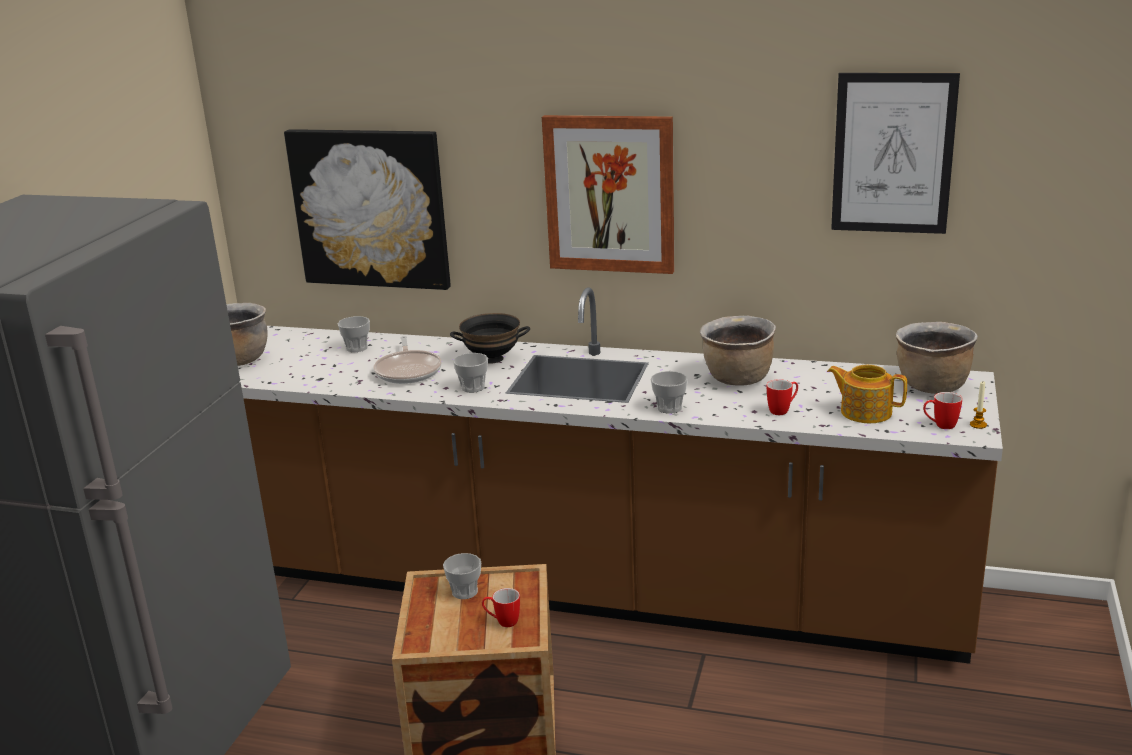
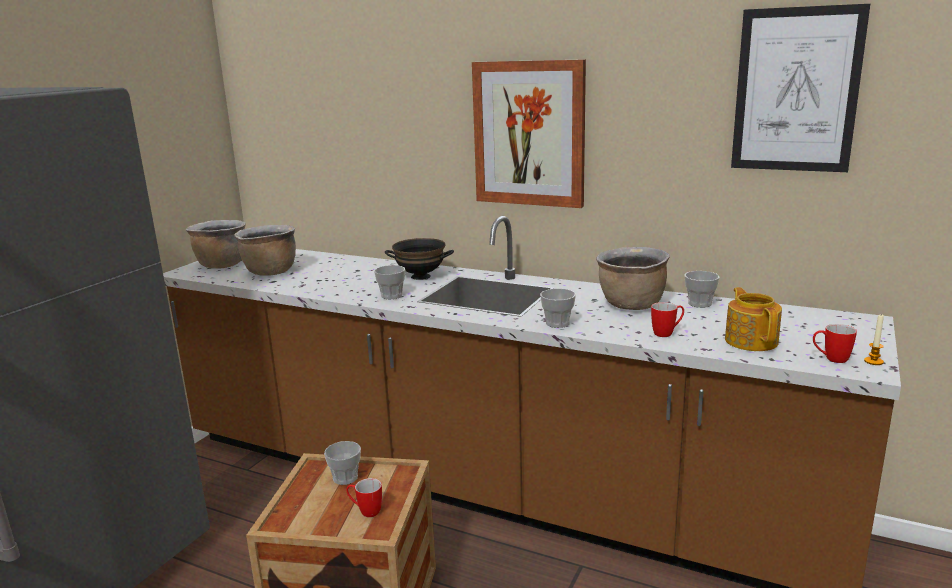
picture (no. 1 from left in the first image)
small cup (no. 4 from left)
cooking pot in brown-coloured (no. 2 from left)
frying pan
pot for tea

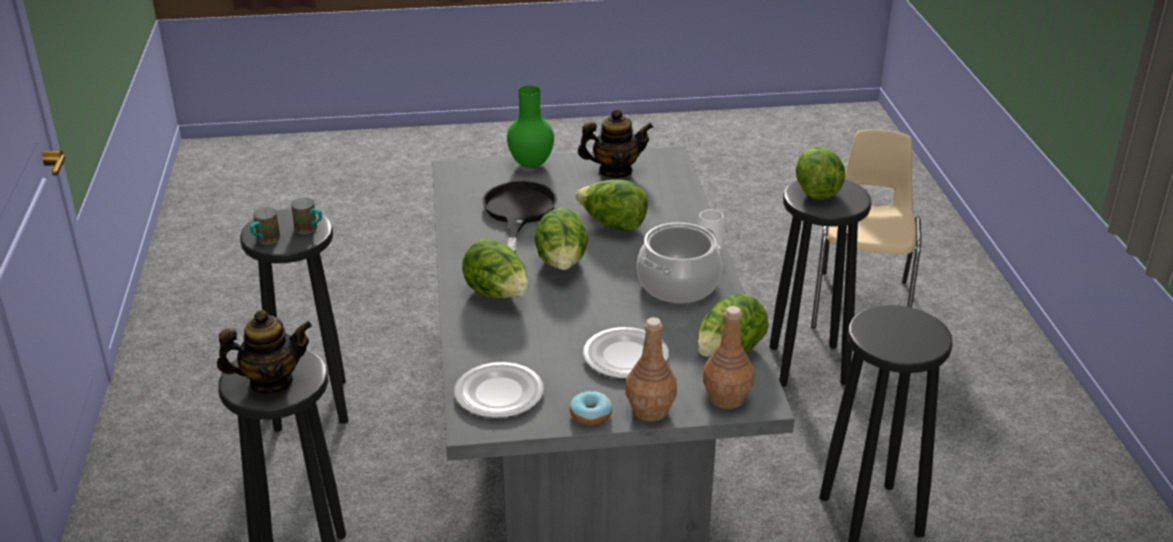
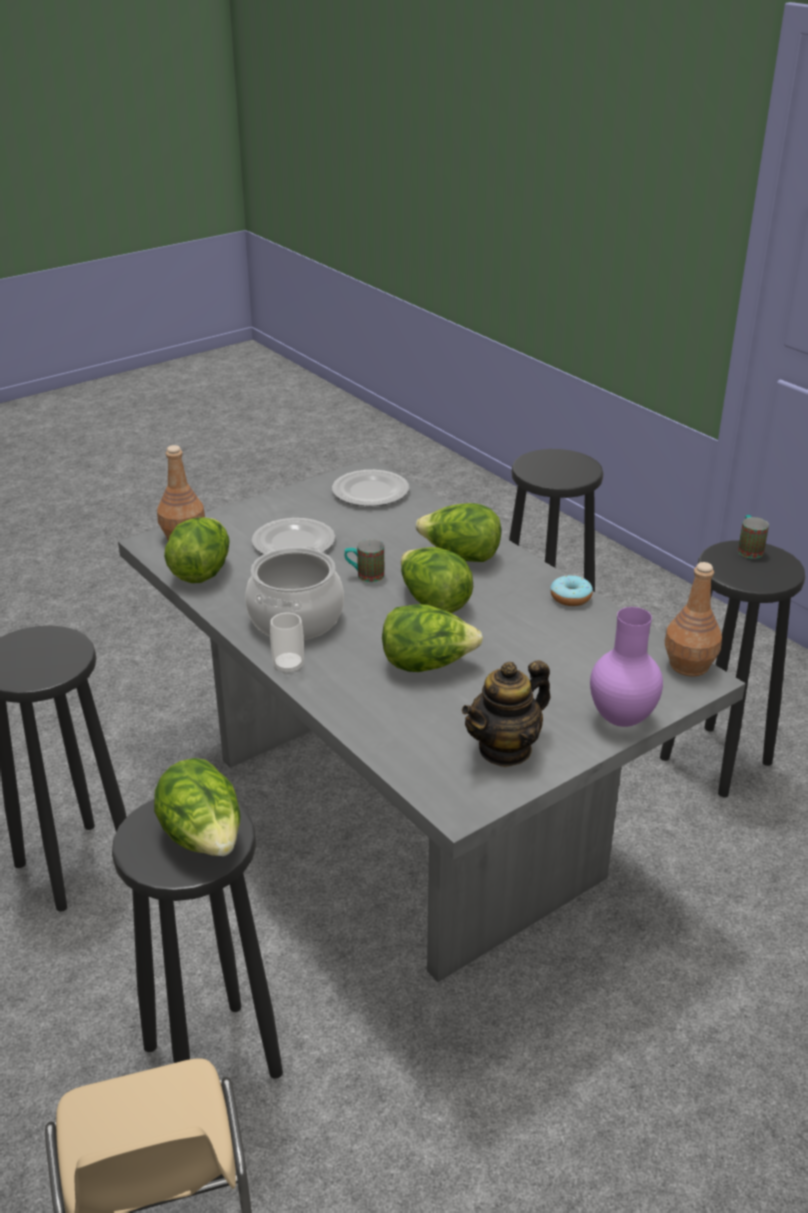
decorative vase in purplish
frying pan in blackish
tea mug (no. 1 from left)
pot for tea (no. 1 from left in the first image)
beverage bottle in brown-coloured (no. 2 from left)
donut

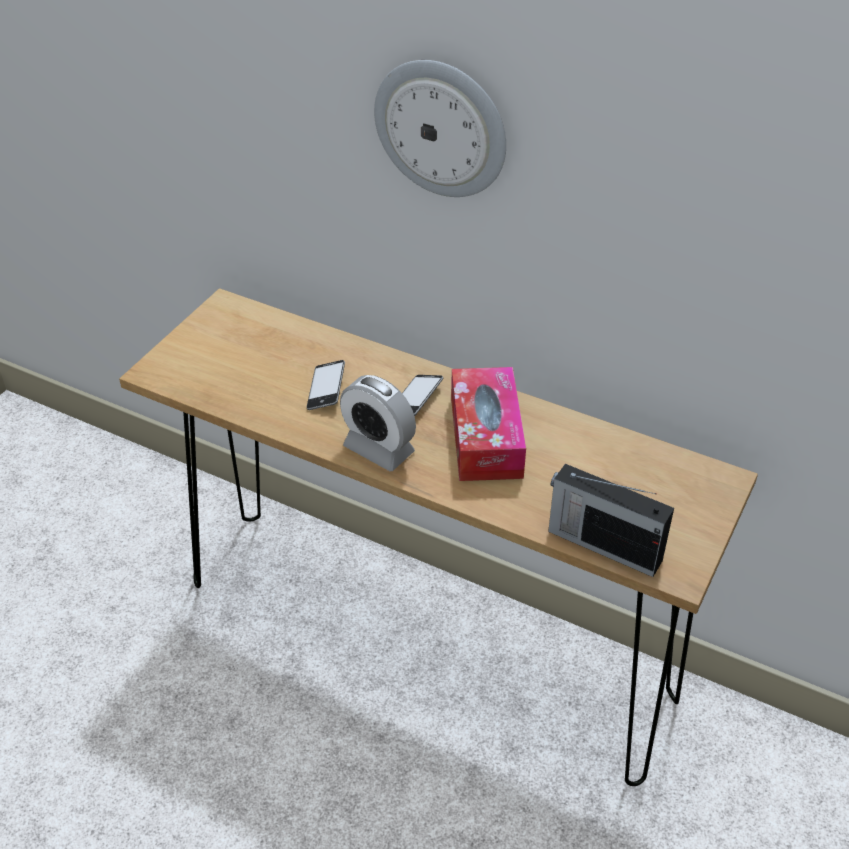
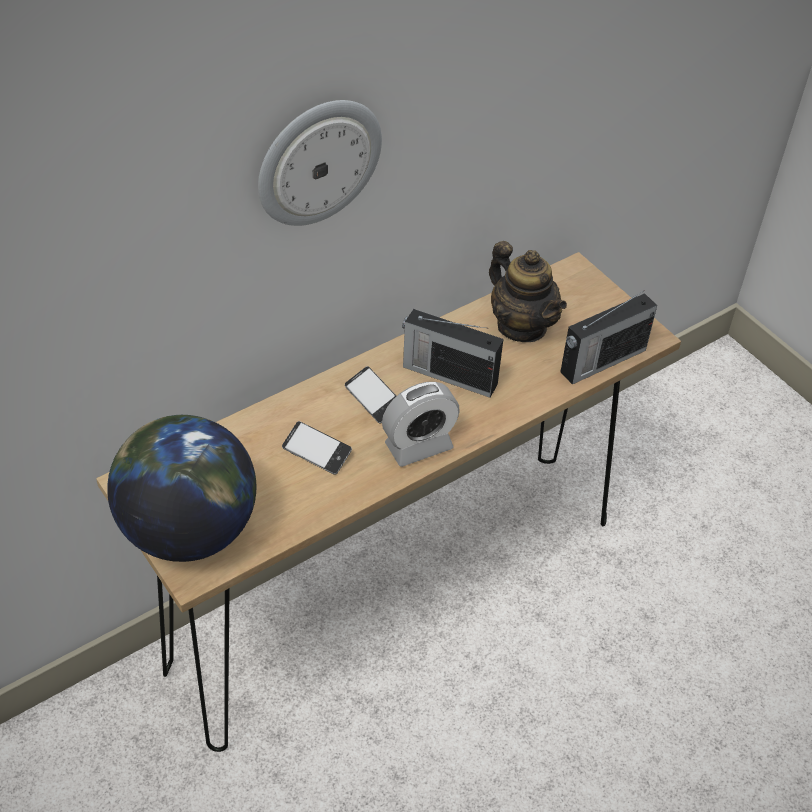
radio receiver (no. 1 from left)
pot for tea
globe

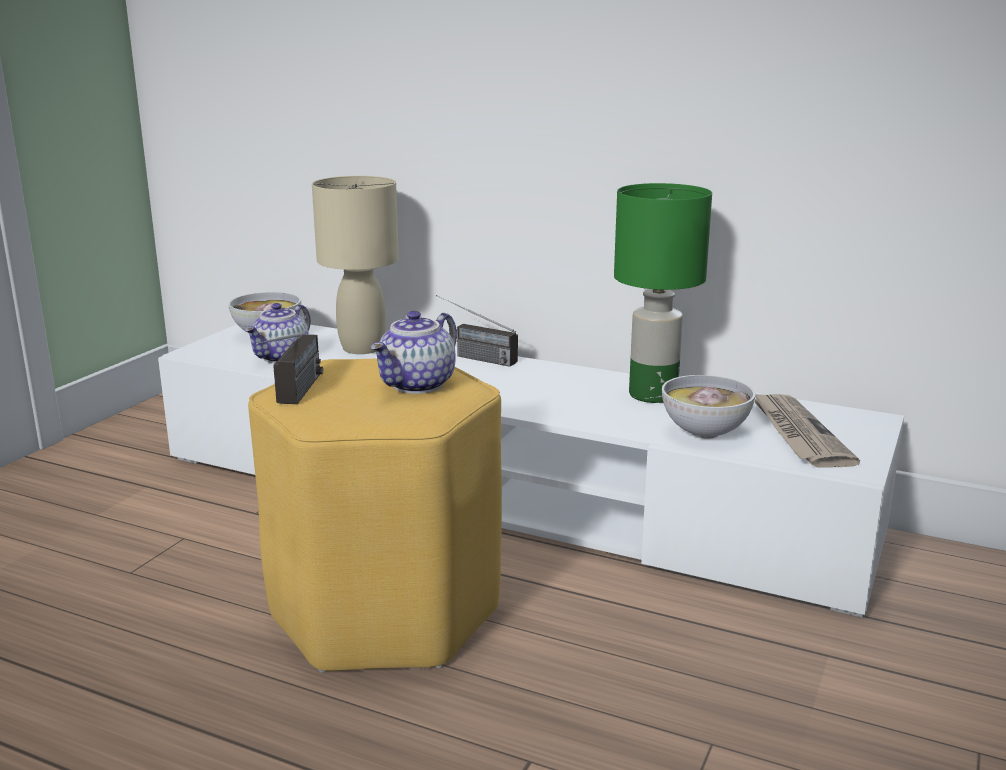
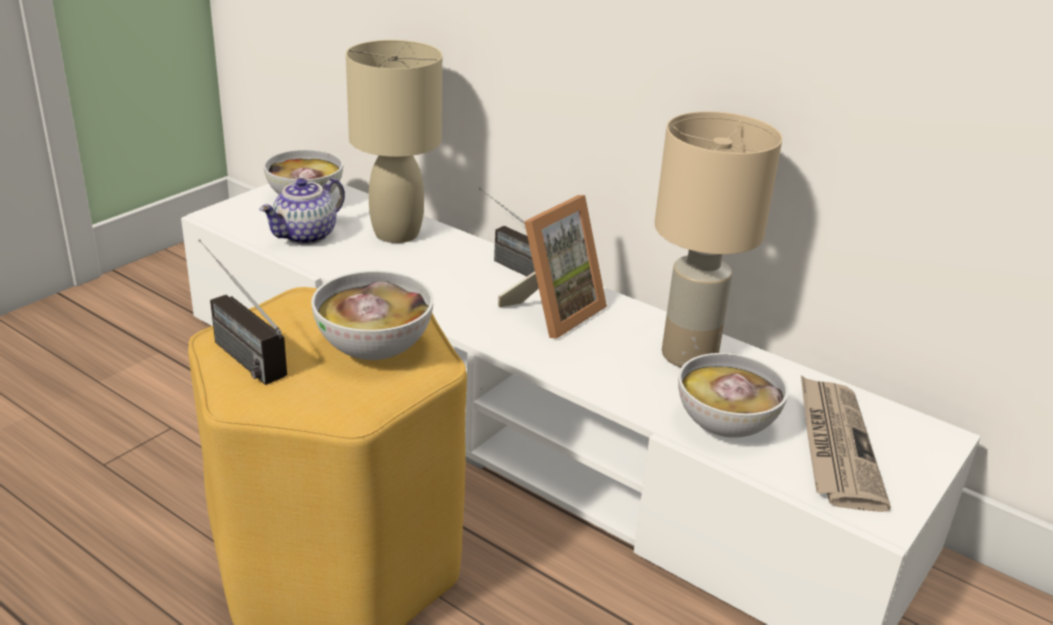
table lamp in sand-coloured (no. 2 from left)
deep dish (no. 2 from left)
radio receiver (no. 1 from left)
picture frame

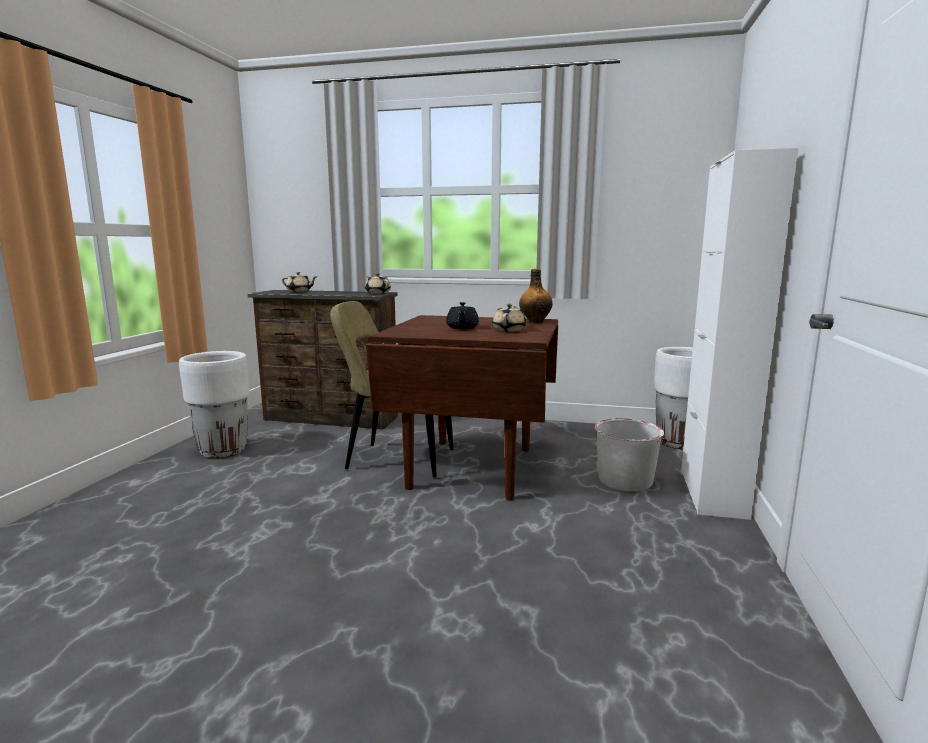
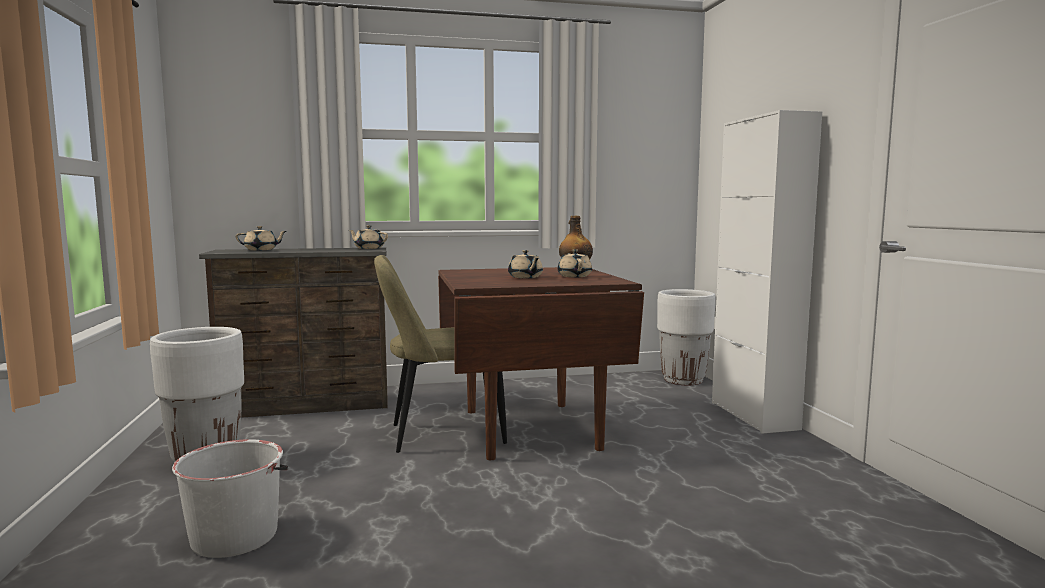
pot for tea in sand-coloured (no. 3 from left)
water bucket in white

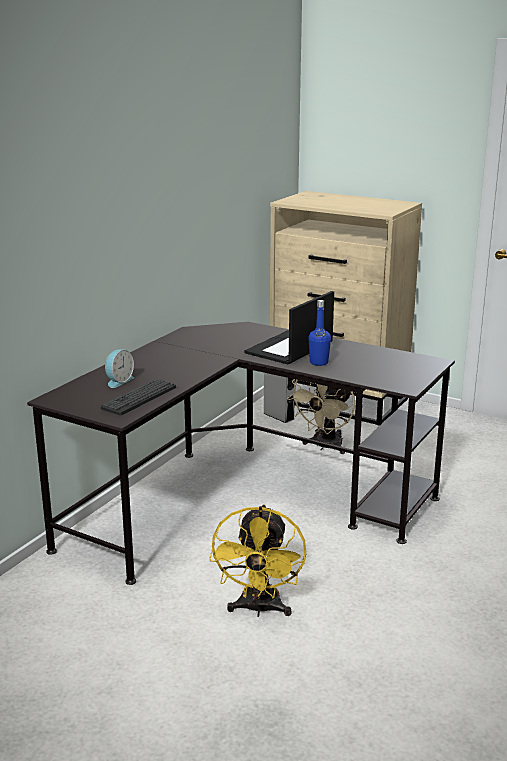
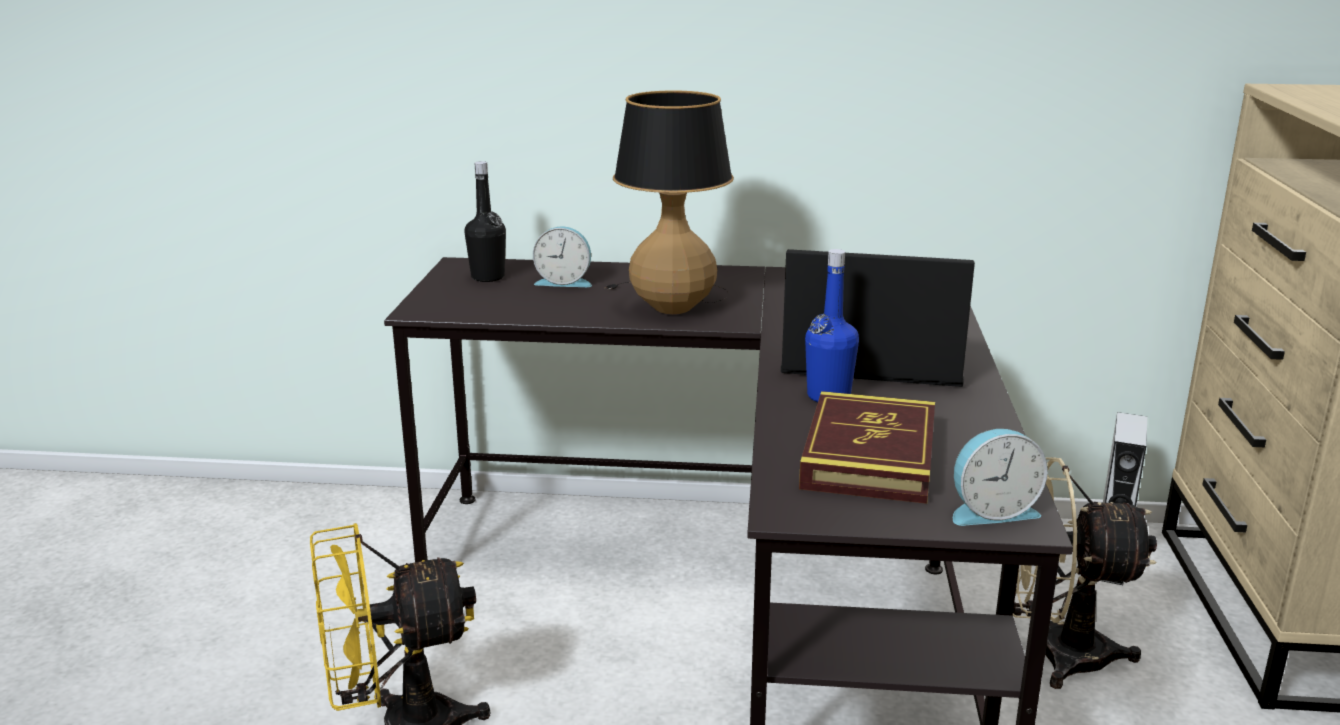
keyboard
table lamp
beverage bottle in blackish
bound book
table clock (no. 2 from left)

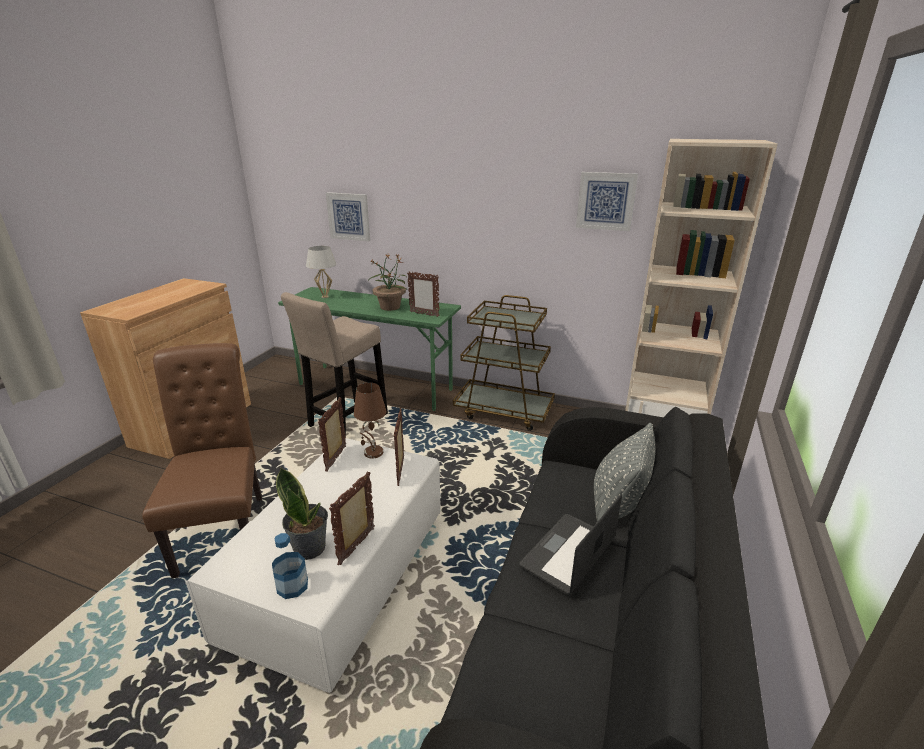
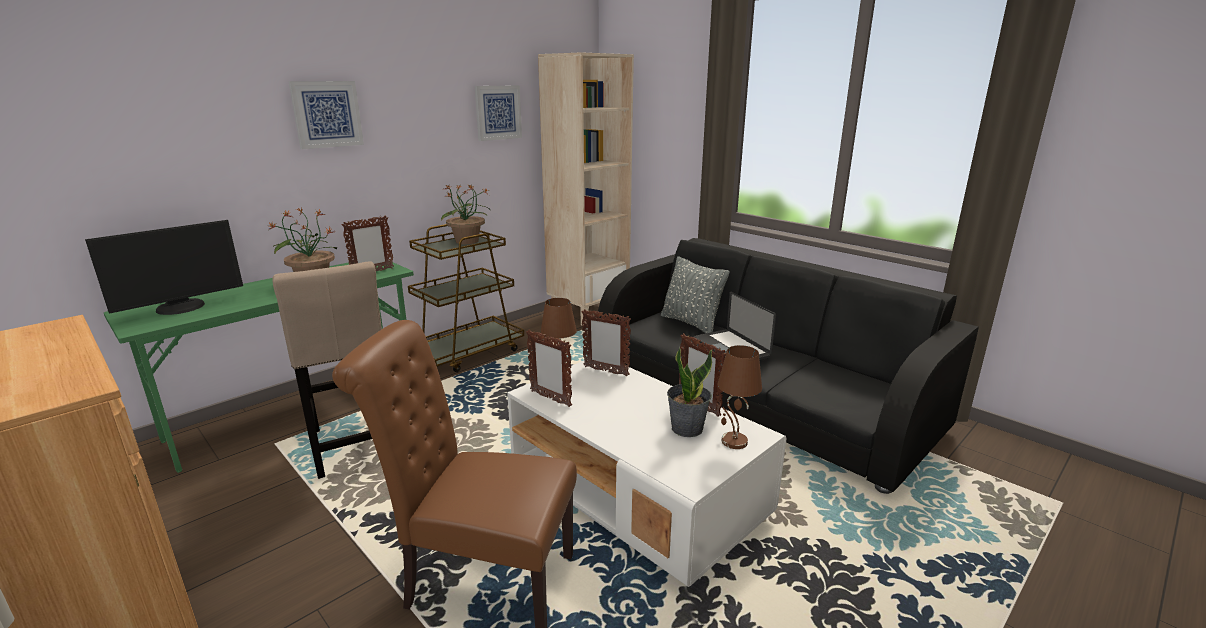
picture (no. 1 from left)
monitor
table lamp in brown-coloured (no. 2 from left)
houseplant (no. 2 from left)

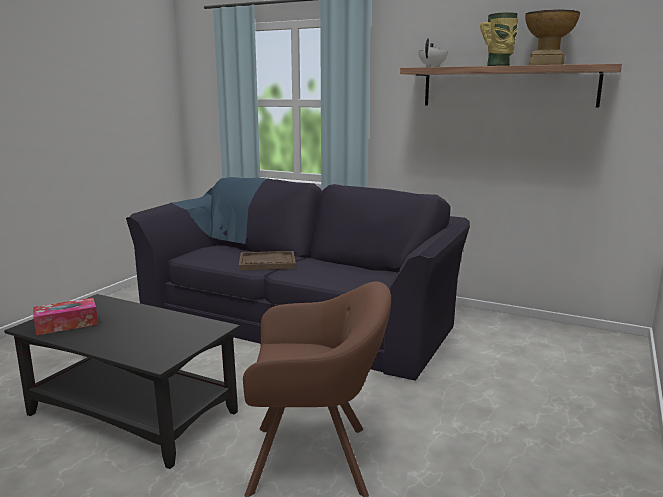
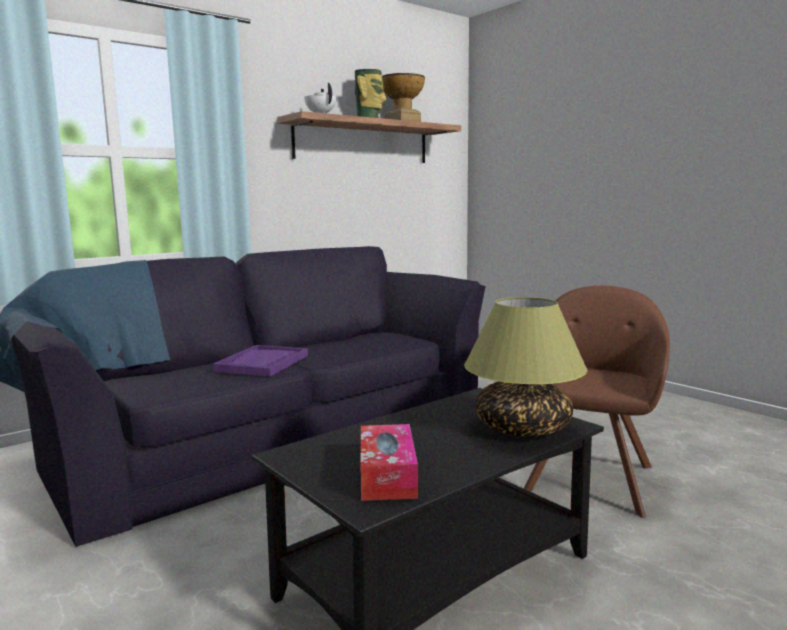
serving tray in purplish
table lamp

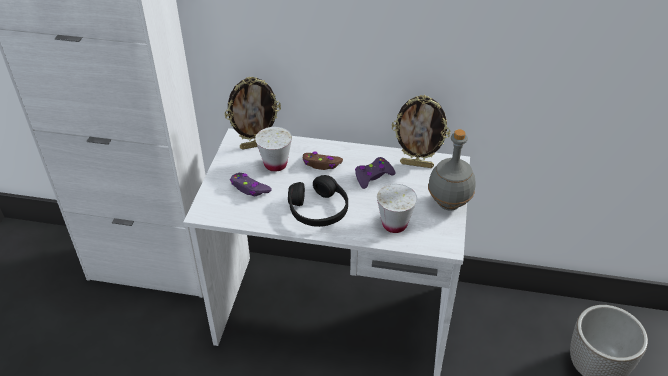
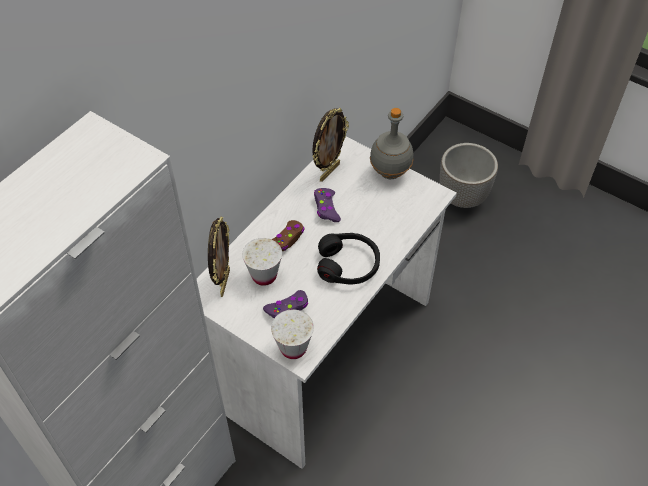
small cup in white (no. 2 from left)

